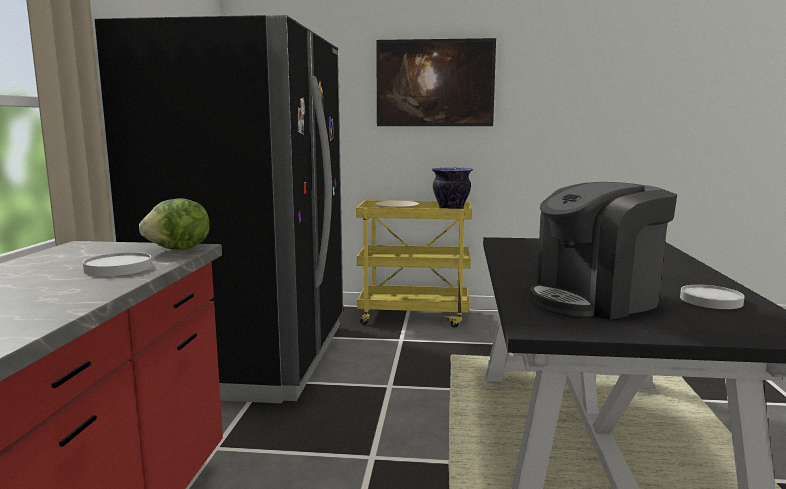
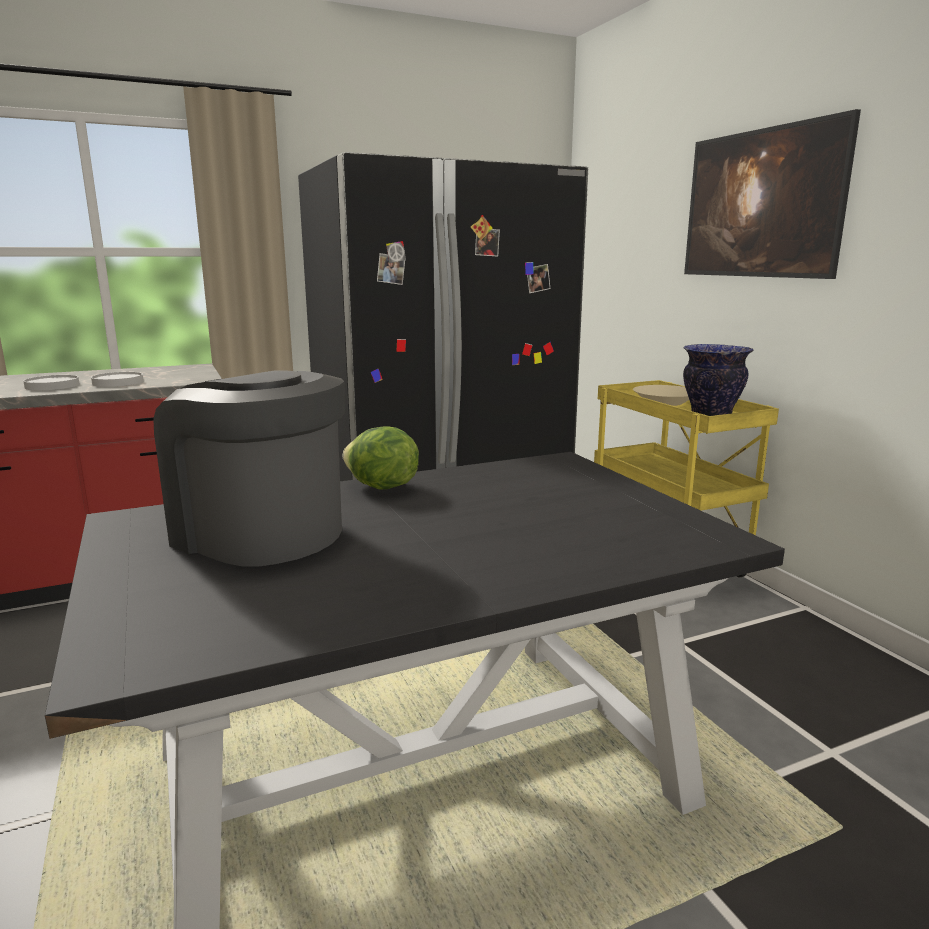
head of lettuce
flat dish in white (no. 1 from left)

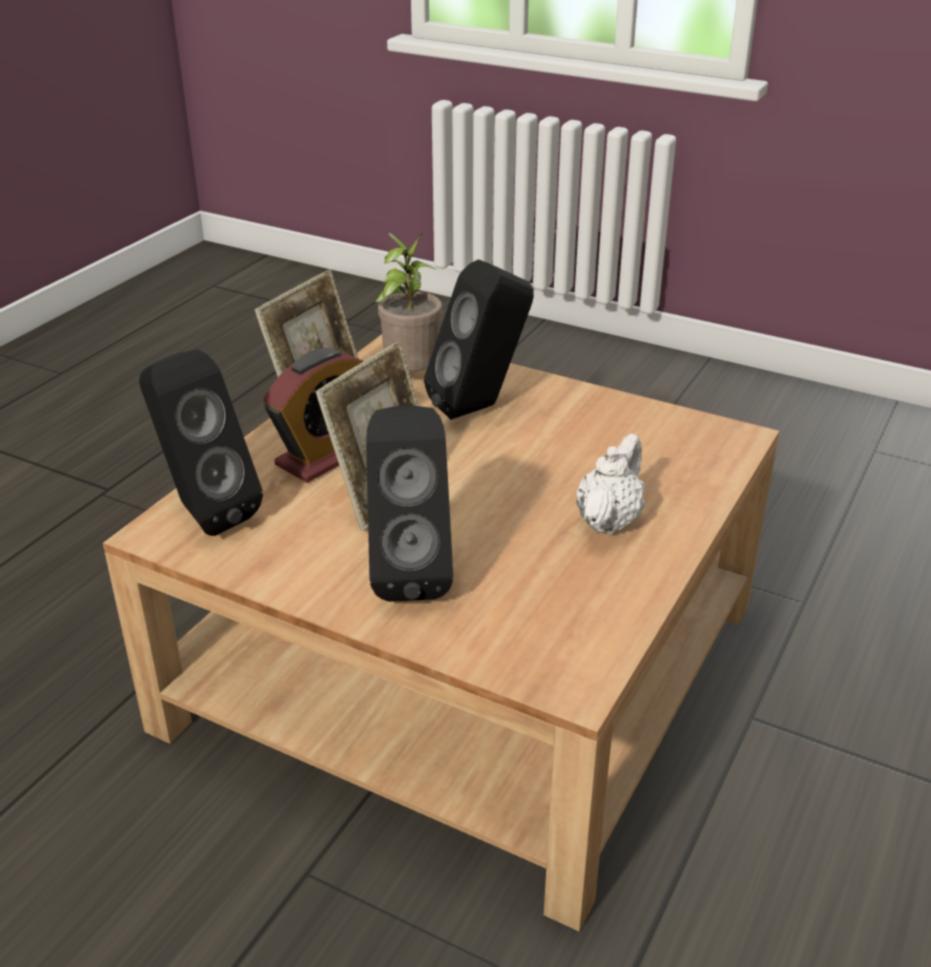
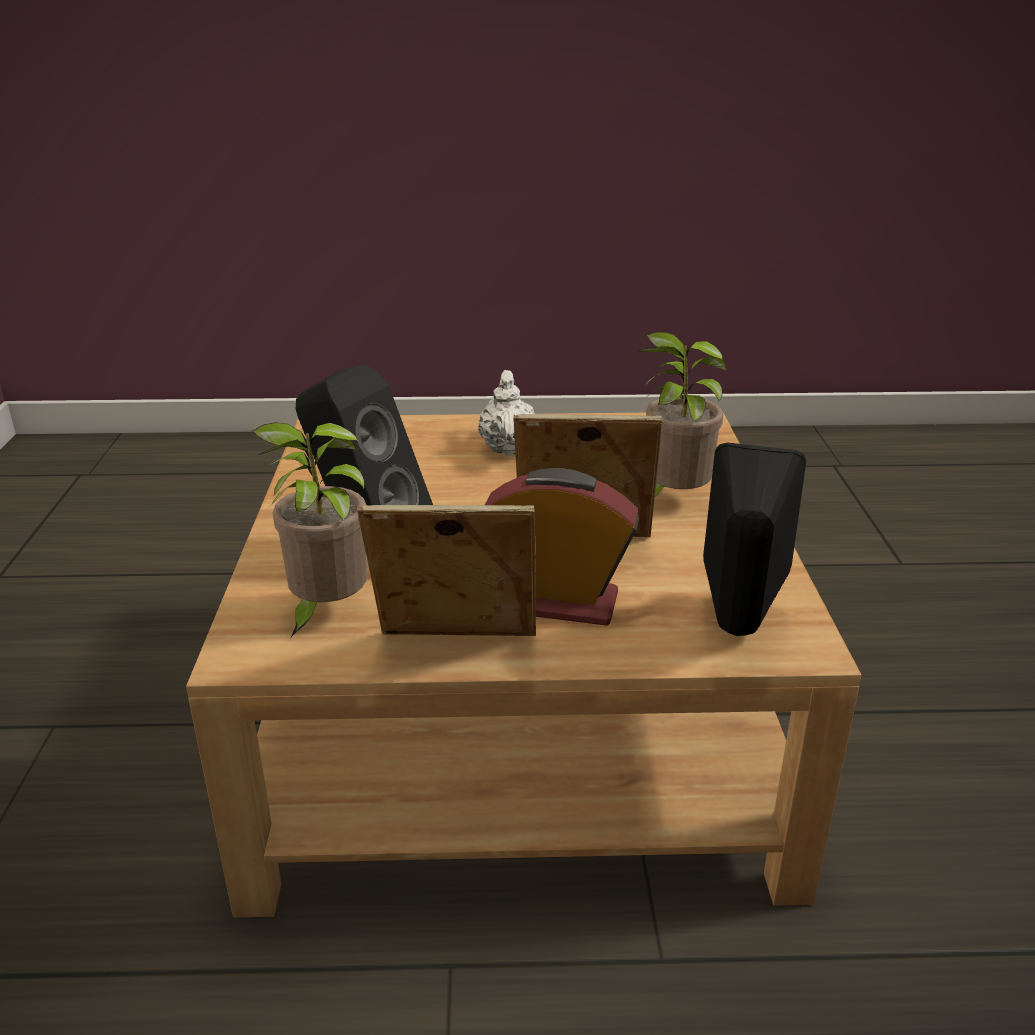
houseplant (no. 2 from left)
pot for tea in white

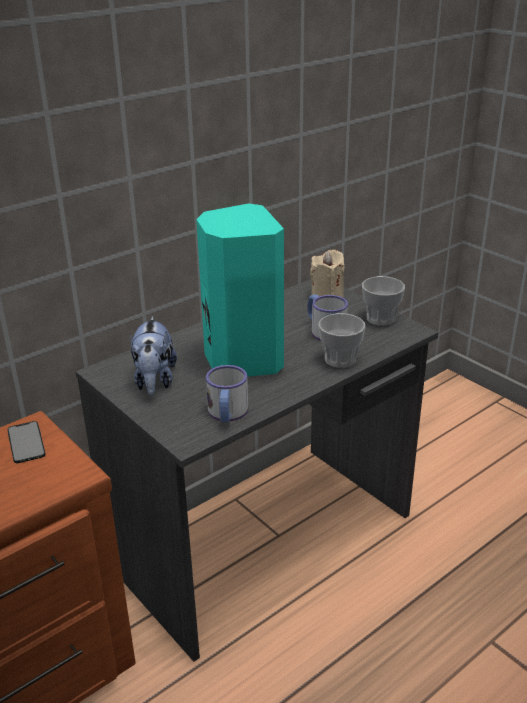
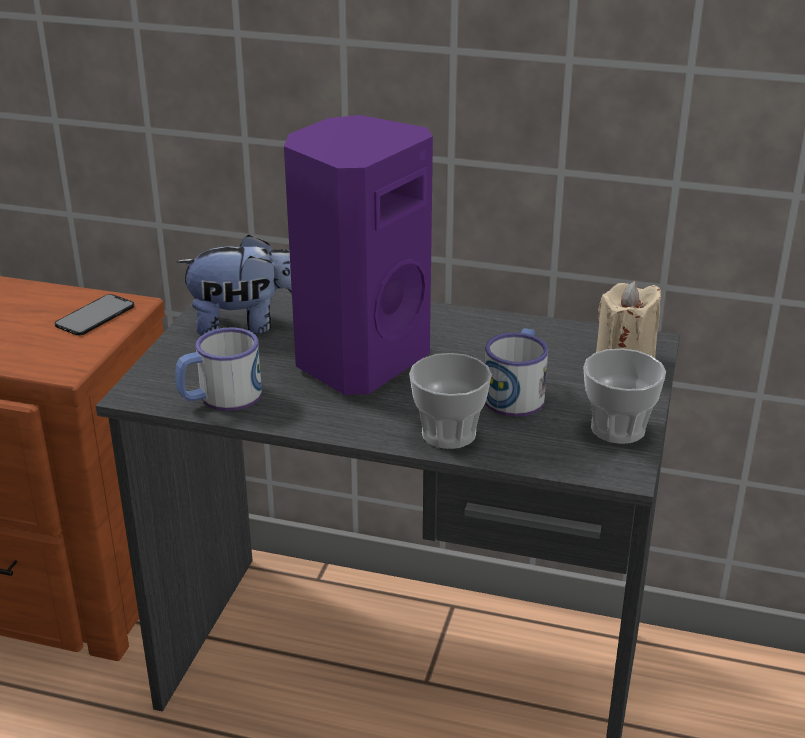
loudspeaker in purplish
plush toy

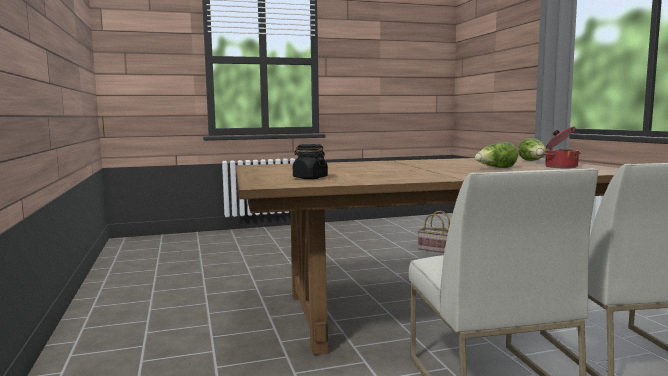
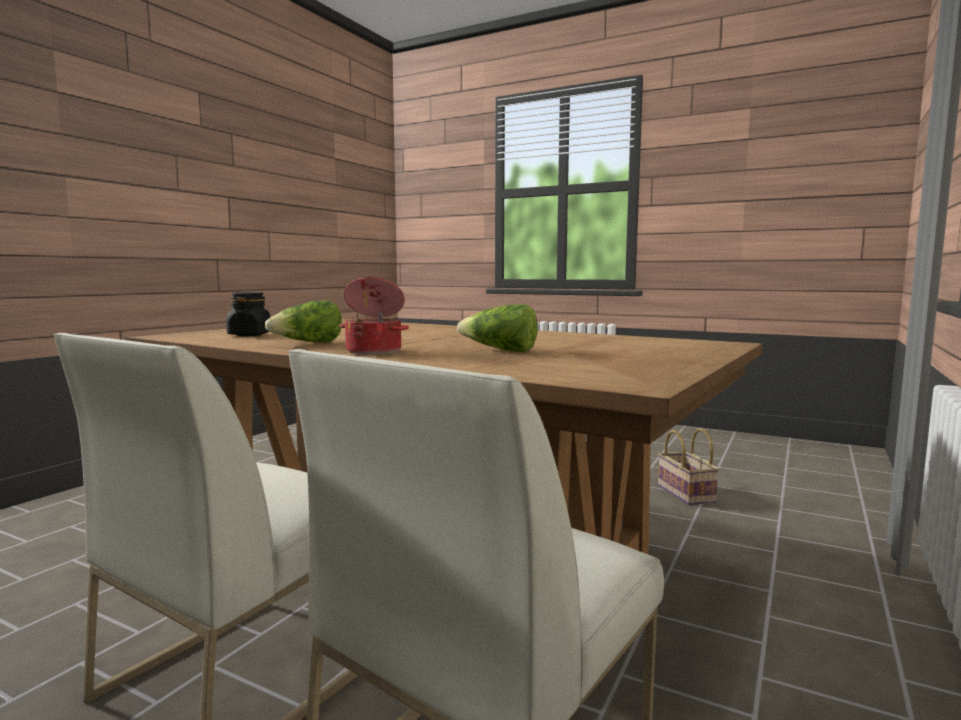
cooking pot
head of lettuce (no. 1 from left)

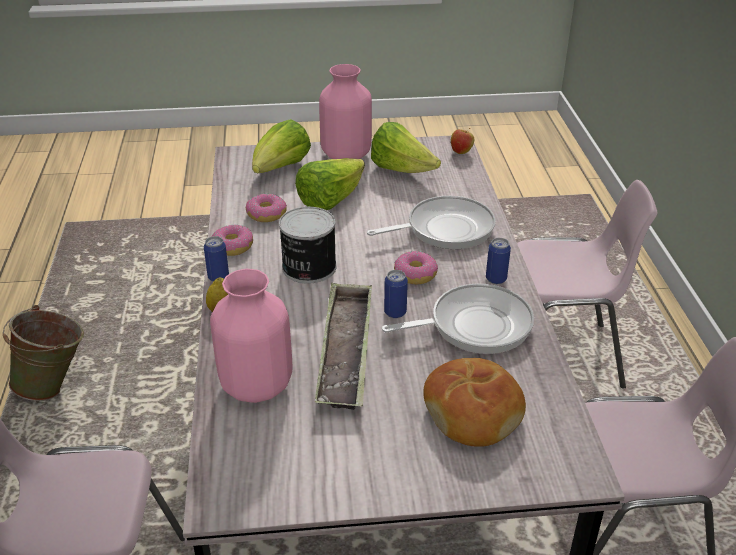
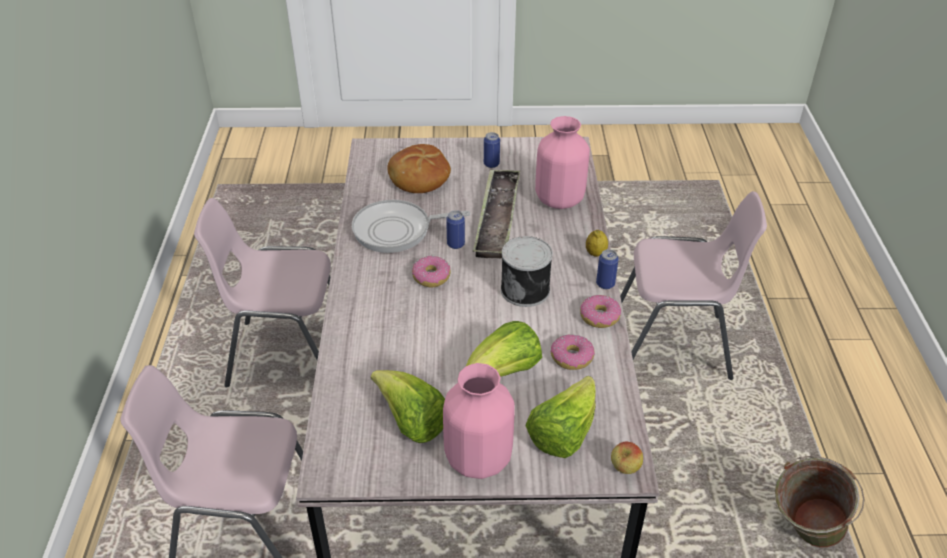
apple
frying pan (no. 1 from left in the first image)
can (no. 2 from left)

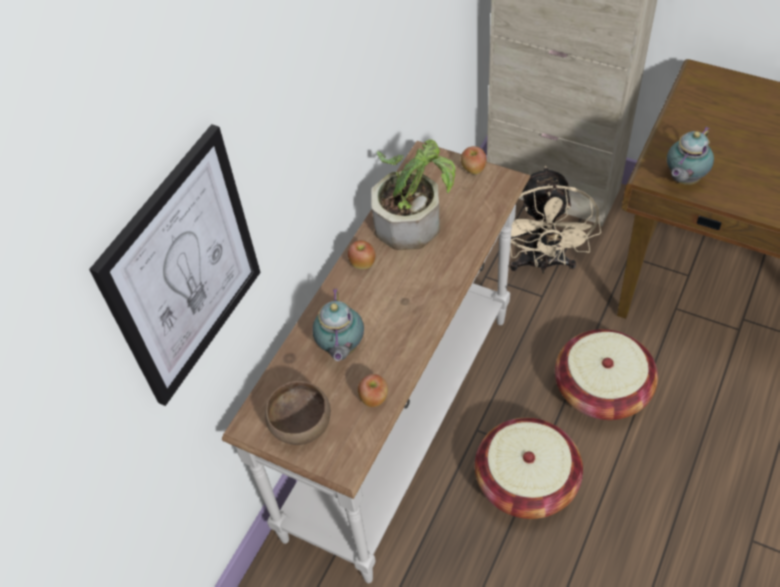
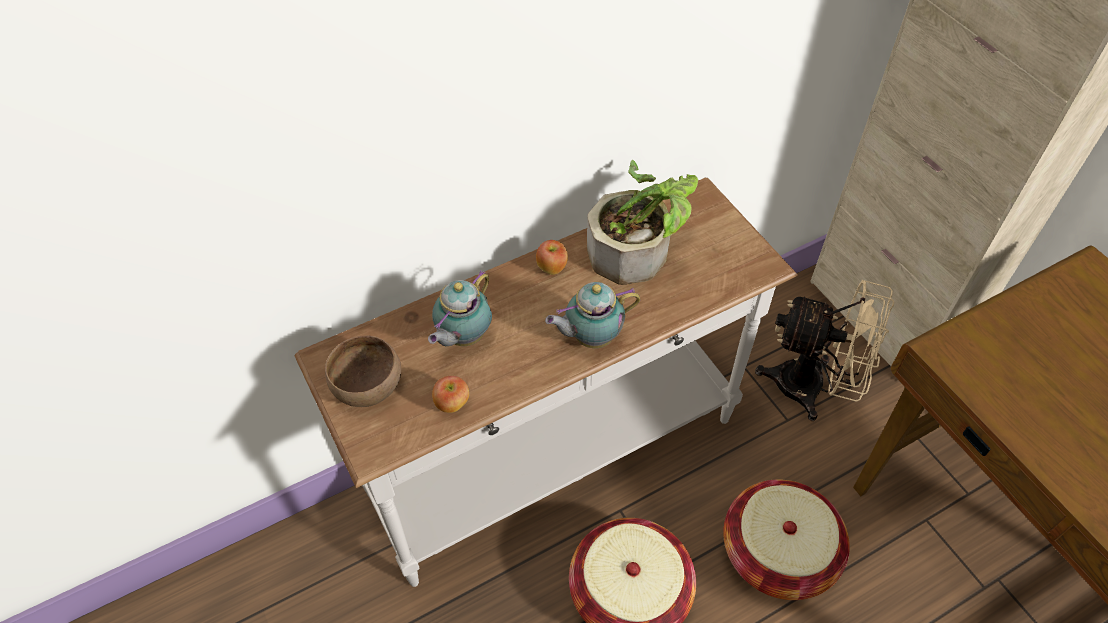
picture
pot for tea (no. 2 from left)
apple (no. 3 from left in the first image)
electric fan in sand-coloured

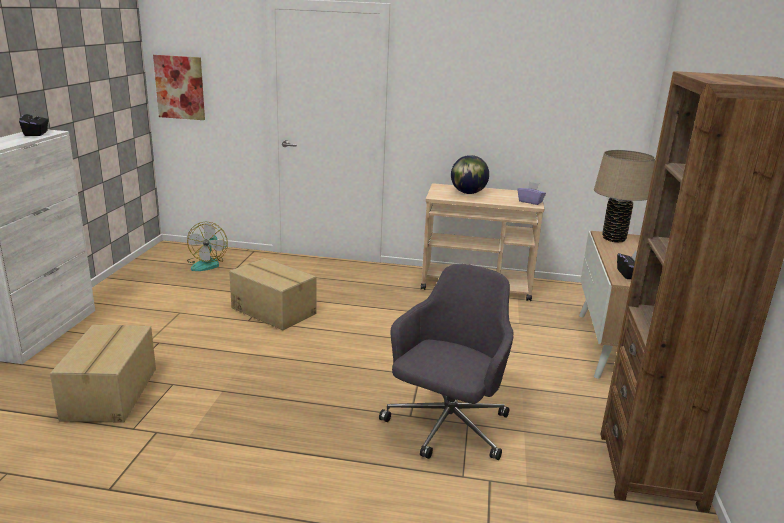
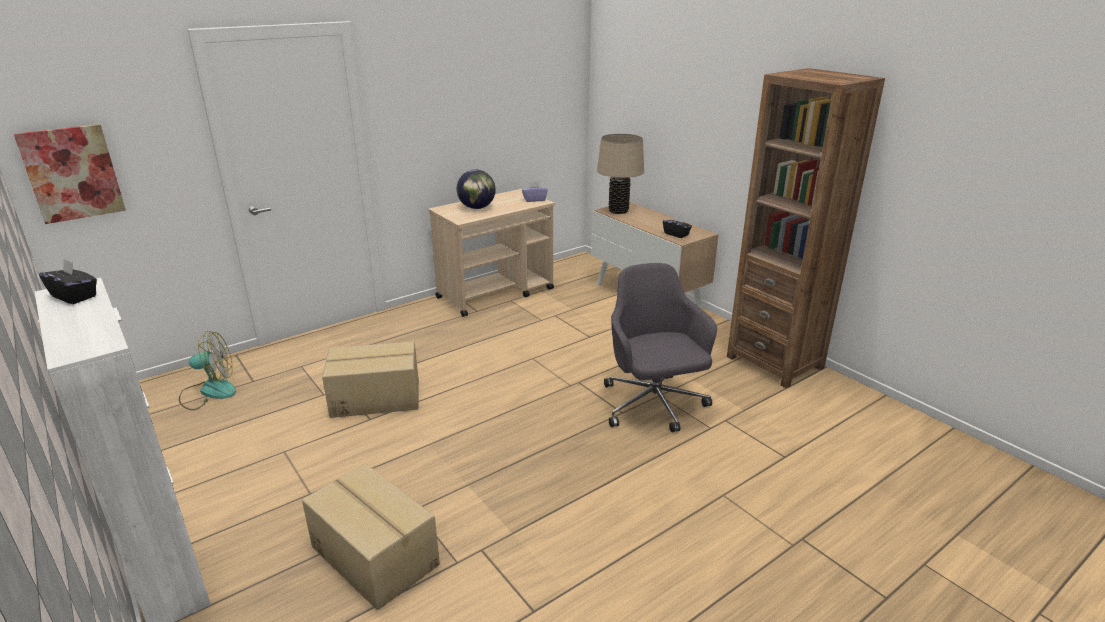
electric fan

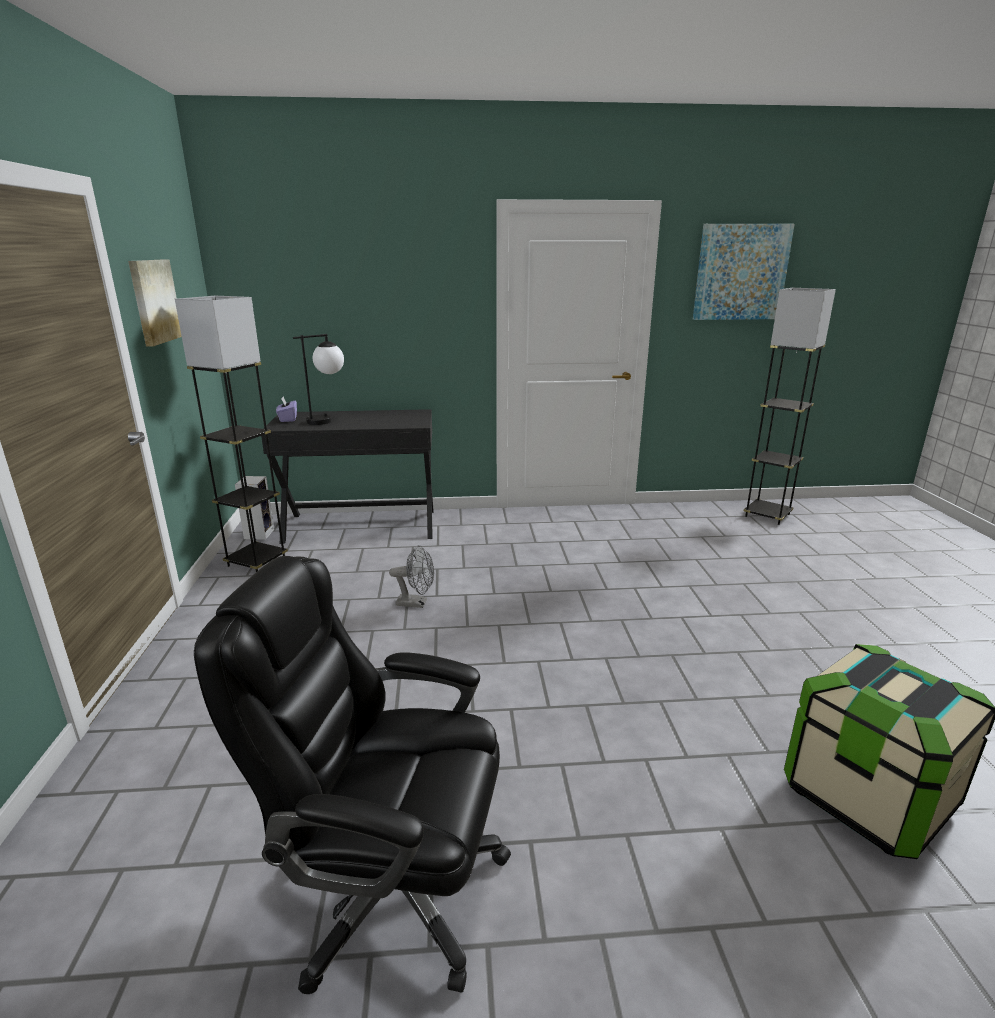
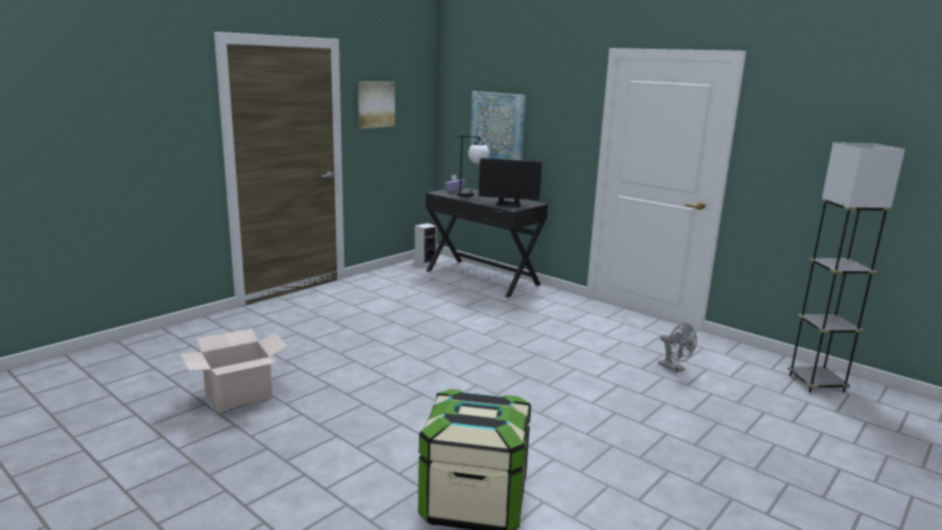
picture (no. 2 from left)
standing lamp in gray (no. 1 from left in the first image)
electric fan in gray
cardboard box
monitor

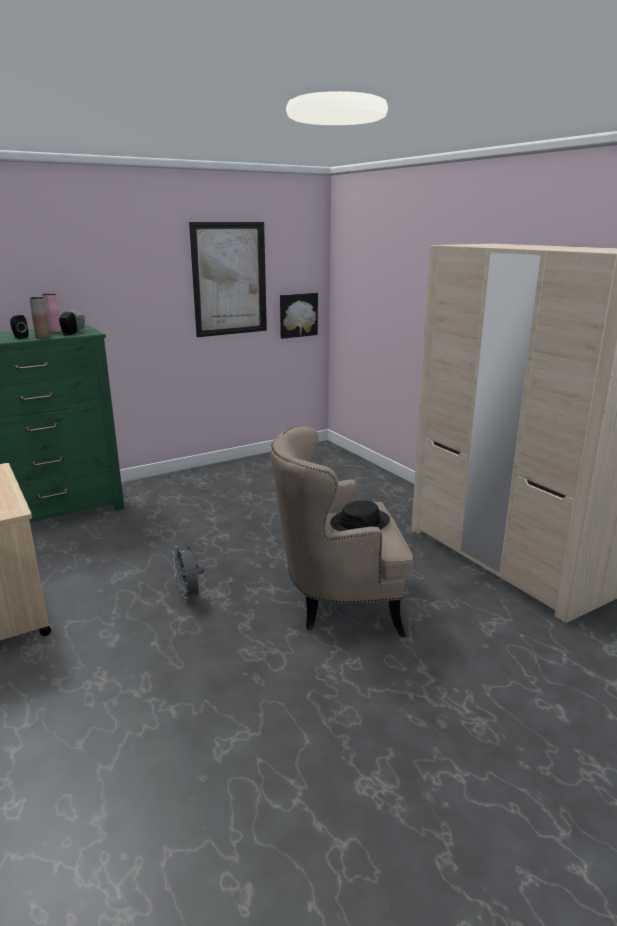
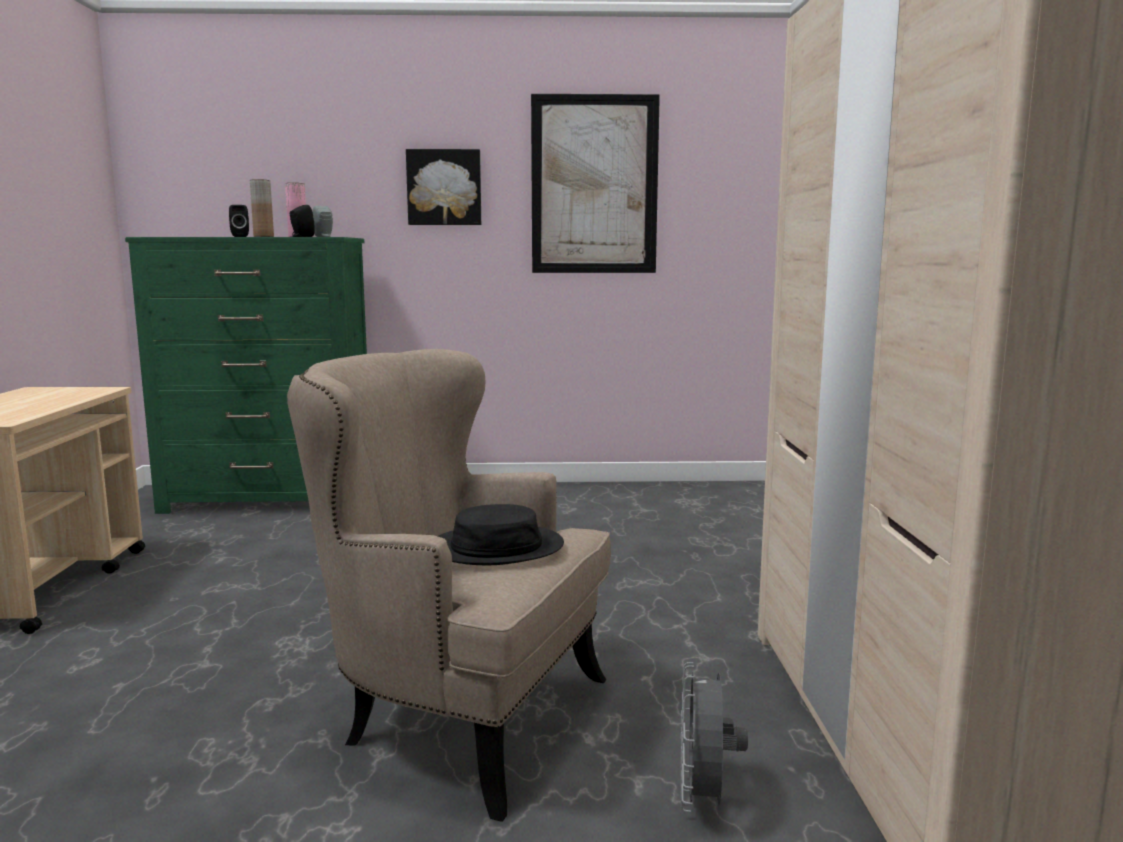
picture (no. 1 from left)
electric fan in gray

